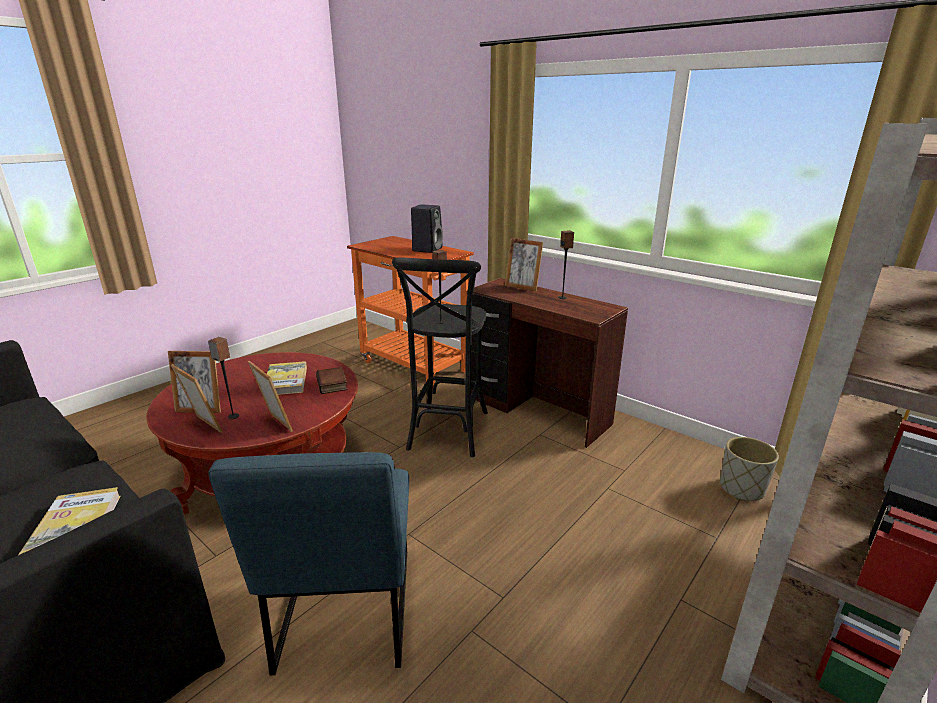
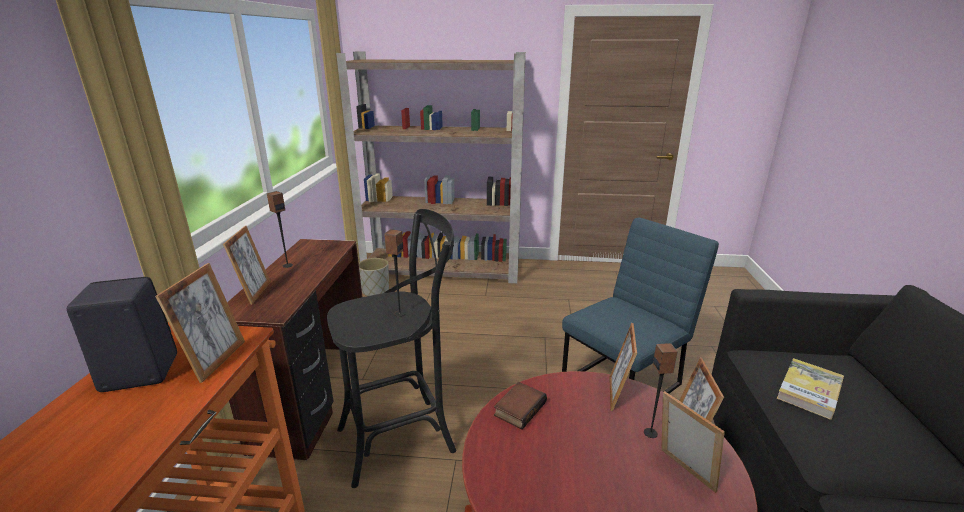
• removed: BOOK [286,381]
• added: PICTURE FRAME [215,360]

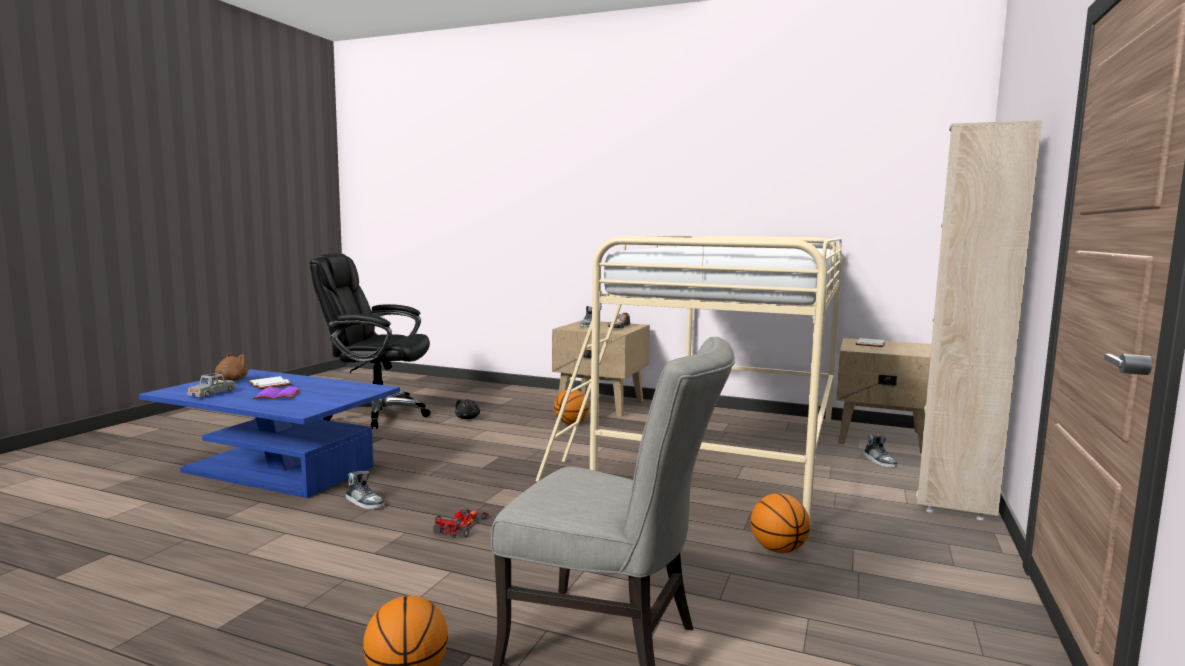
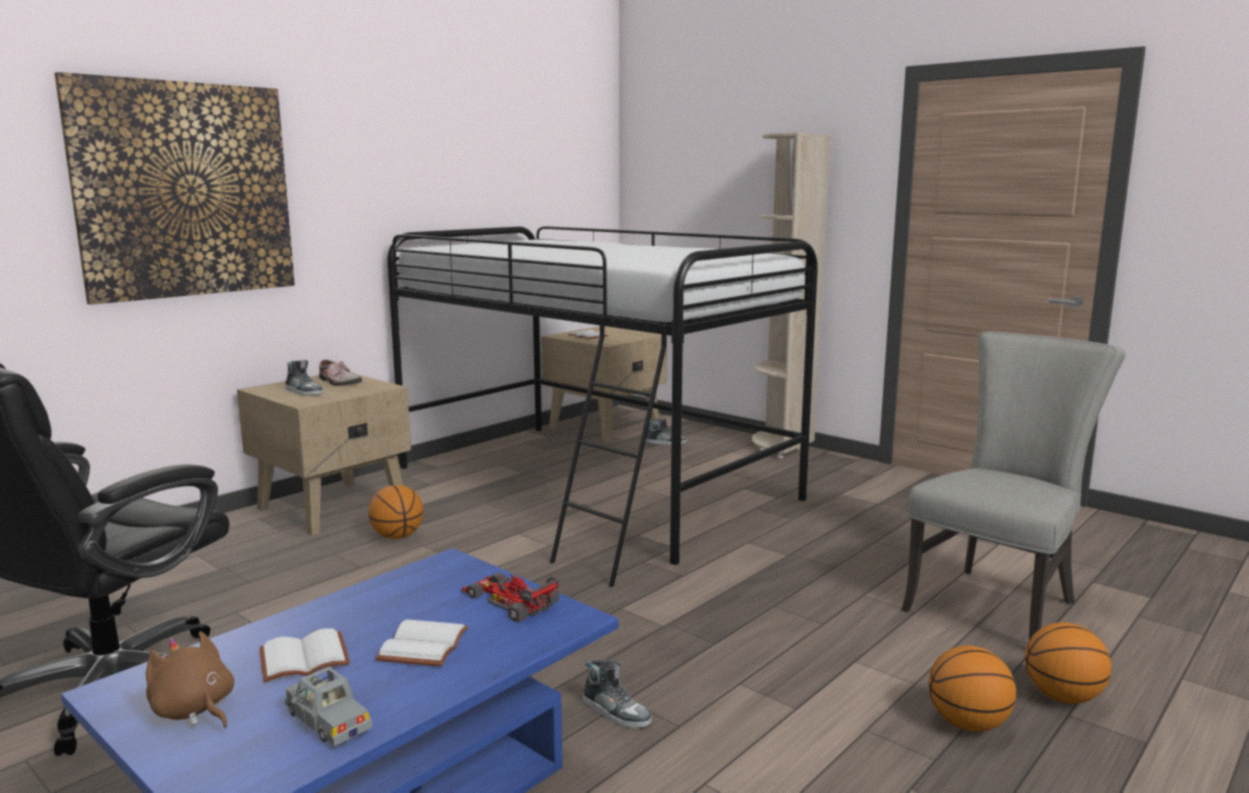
• recoloured: PURPLE BOOK [276,396] to WHITE BOOK [425,646]
• turned: SHOE [364,502] = [616,712] 75 degrees clockwise
• moved: TOY CAR [462,525] to [509,600]
• removed: BLACK PLUSH TOY [467,418]
• recoloured: BEIGE BED [725,452] to BLACK BED [593,485]
• moved: BASKETBALL [778,550] to [968,724]
• added: PICTURE [185,190]

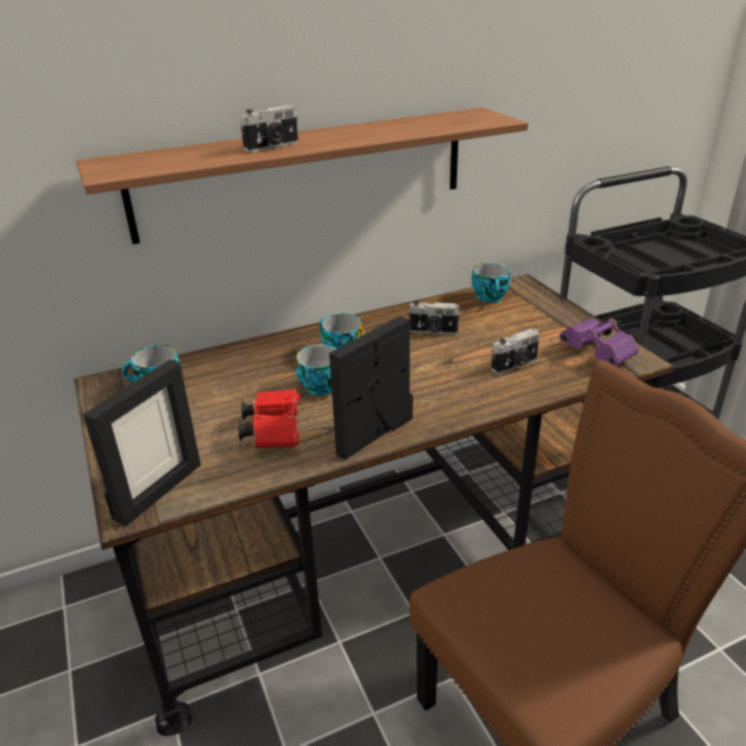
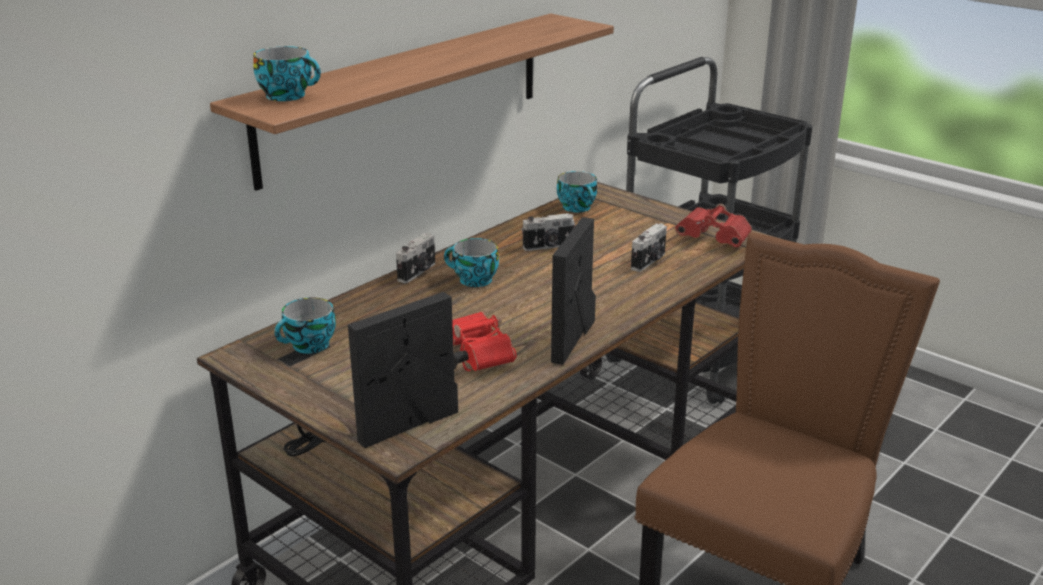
• turned: PICTURE FRAME [158,491] = [409,426] 135 degrees counterclockwise
• moved: PHOTO CAMERA [272,147] to [418,272]
• moved: CUP [323,387] to [289,95]
• recoloured: PURPLE BINOCULARS [600,354] to RED BINOCULARS [716,239]

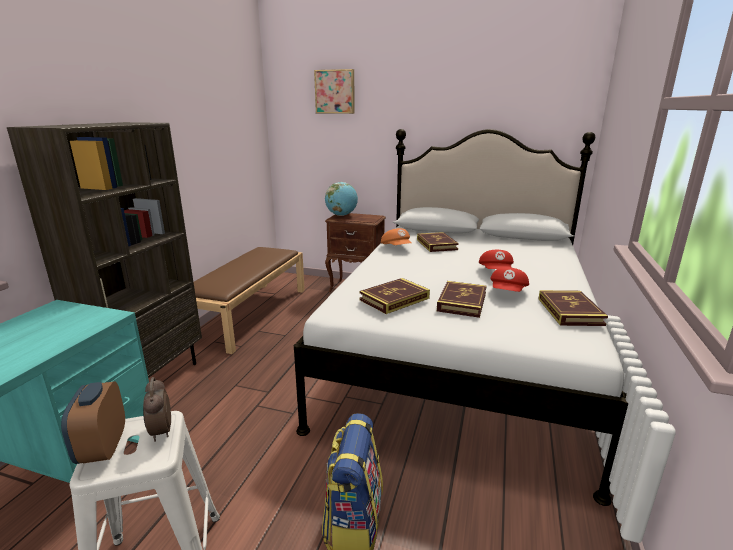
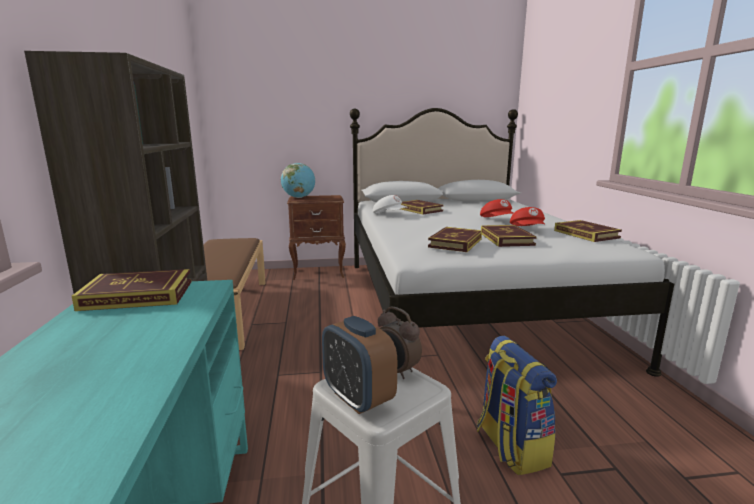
• removed: PICTURE [335,92]
• recoloured: ORANGE CAP [397,247] to WHITE CAP [389,214]
• added: BOOK [137,295]

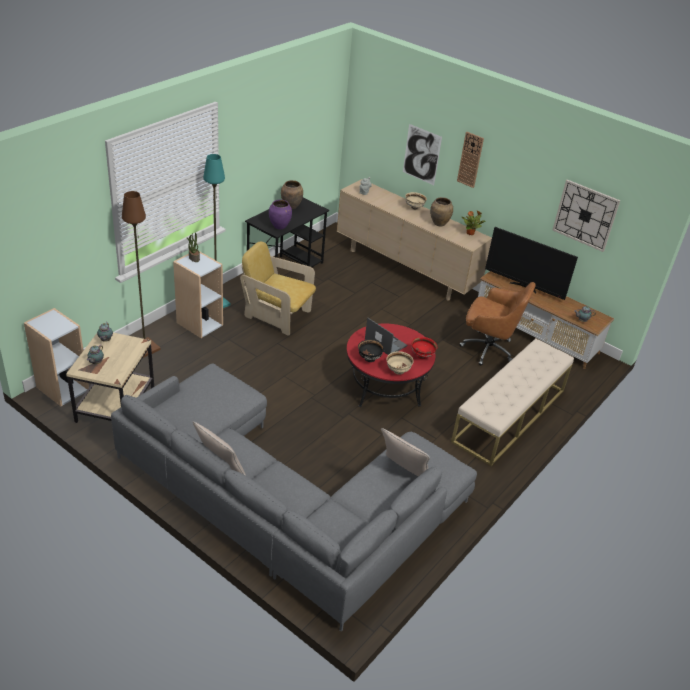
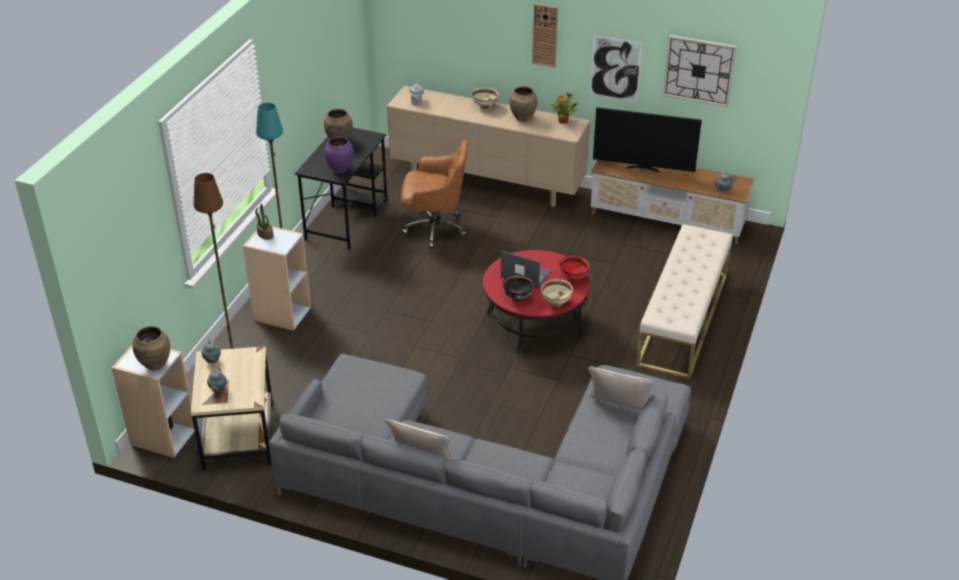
• removed: YELLOW ARMCHAIR [277,316]
• moved: PICTURE [421,154] to [615,68]
• moved: BROWN OFFICE CHAIR [488,349] to [435,229]
• added: BROWN VASE [156,365]

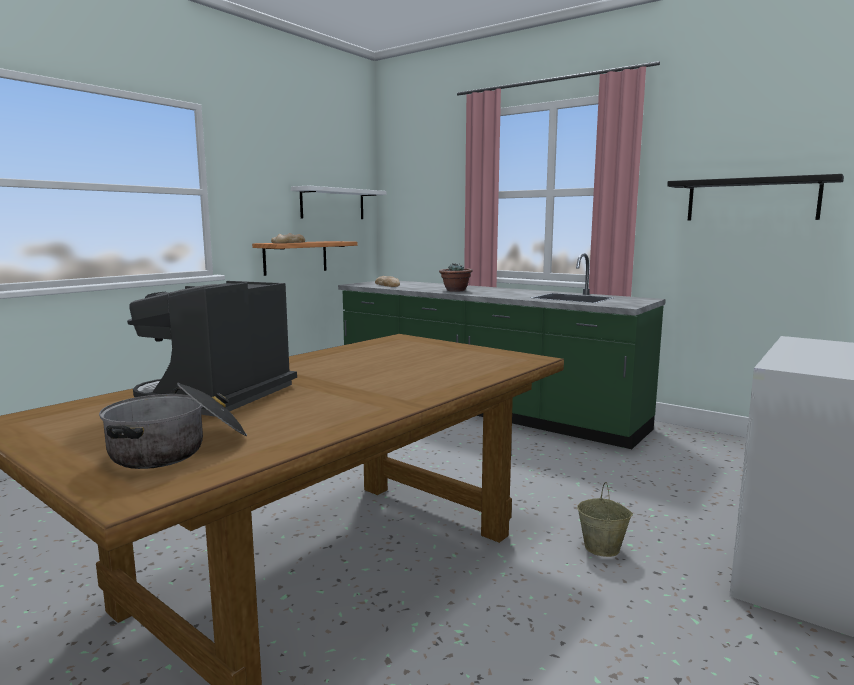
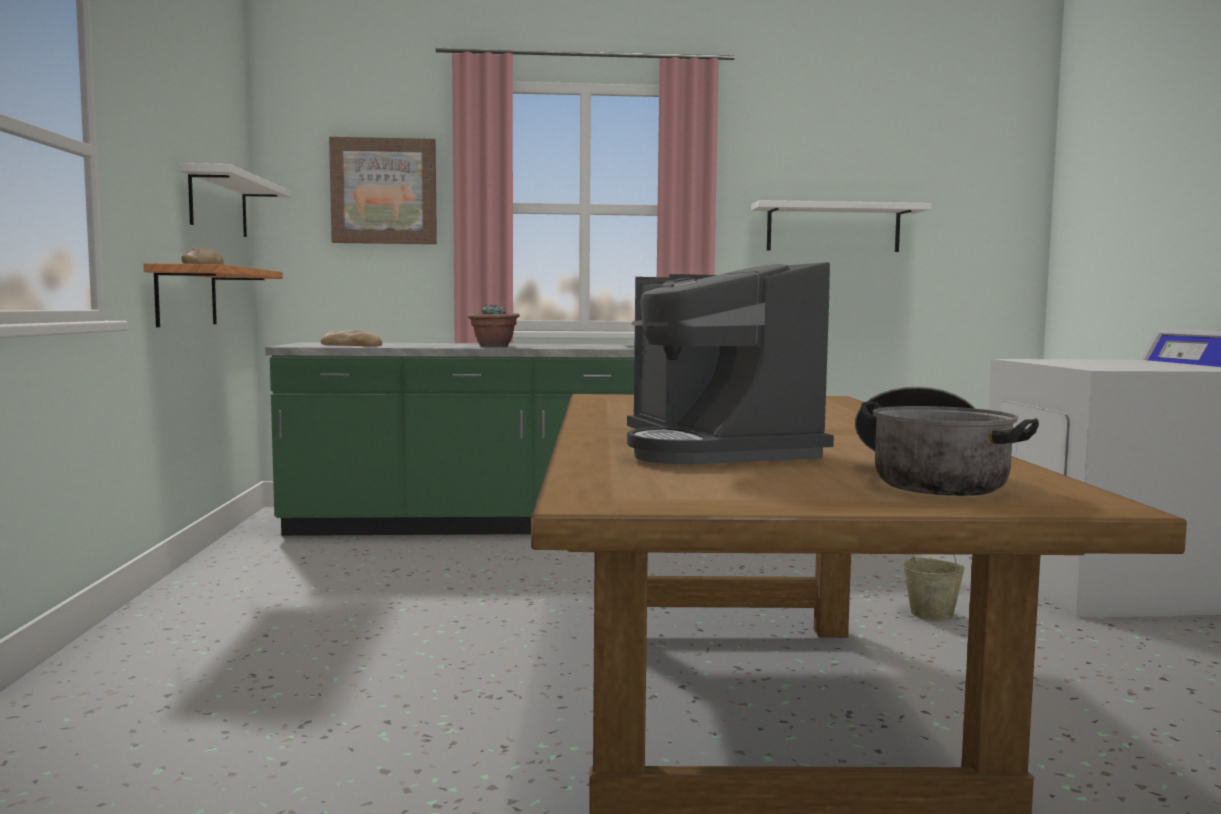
• recoloured: BLACK SHELF [751,200] to WHITE SHELF [833,228]
• added: PICTURE [384,191]

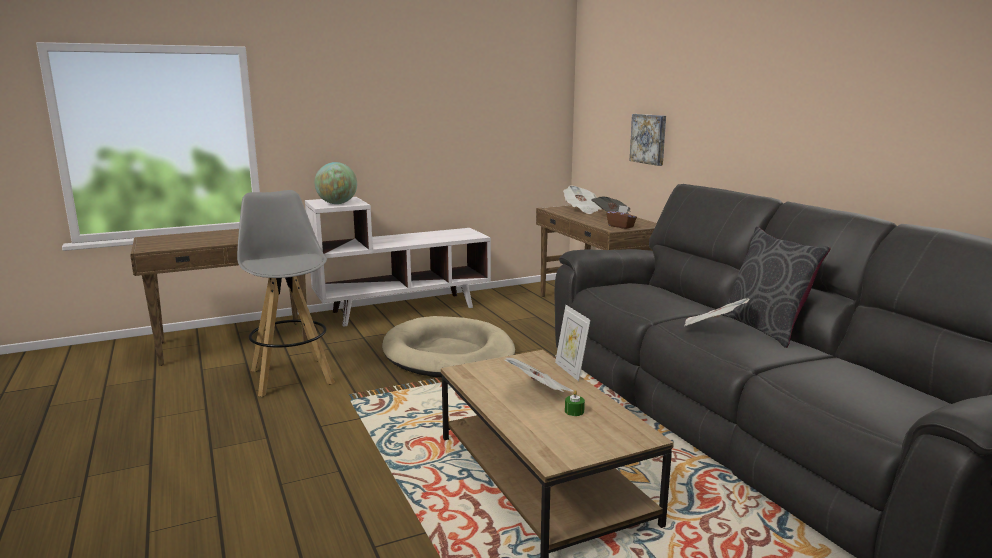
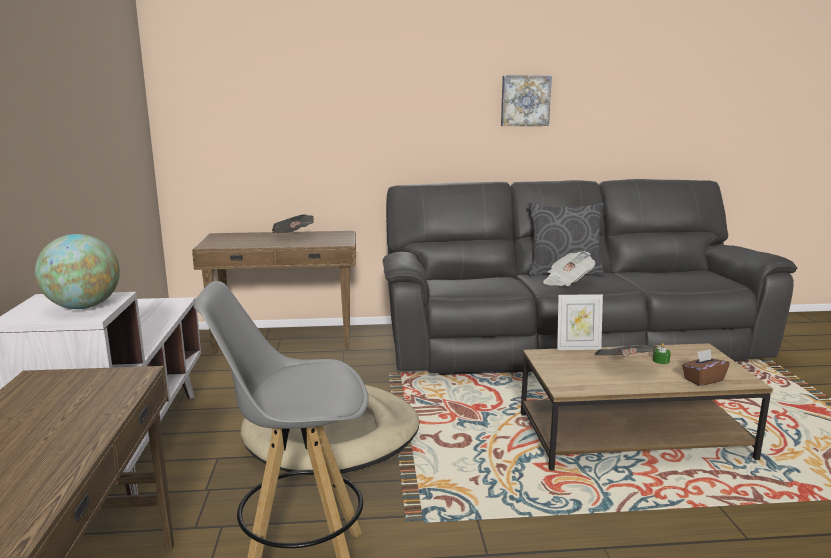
• removed: NEWSPAPER [582,210]
• moved: BROWN TISSUE BOX [621,226] to [703,380]
• moved: PICTURE [649,139] to [525,101]

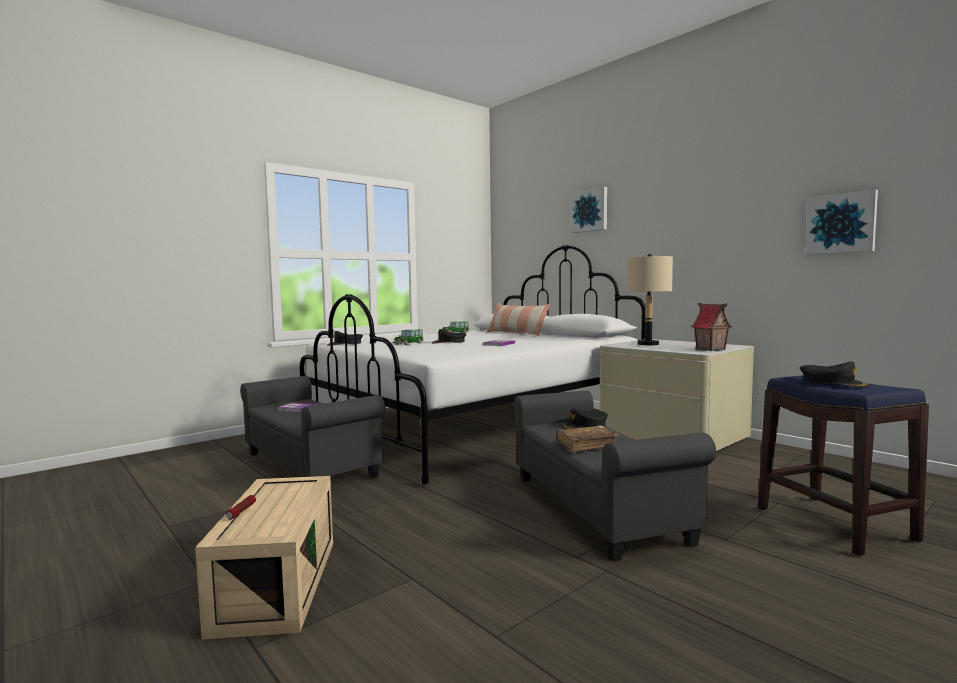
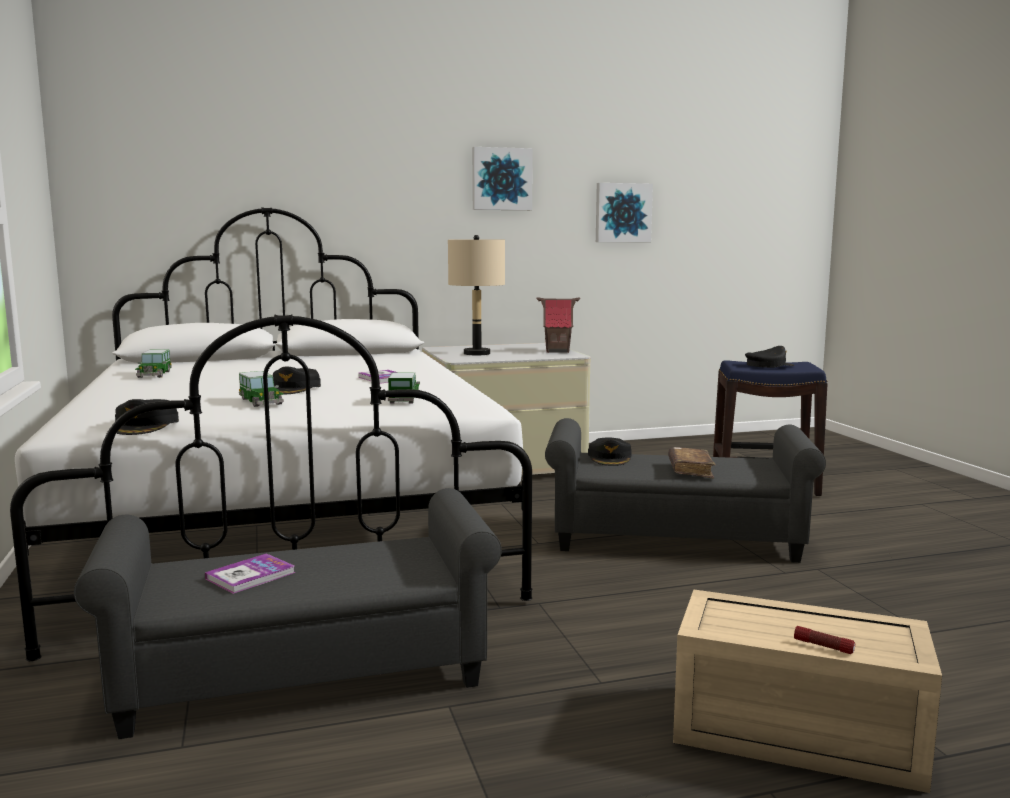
• removed: PILLOW [516,333]
• moved: PICTURE [590,210] to [501,179]
• added: TOY CAR [403,399]

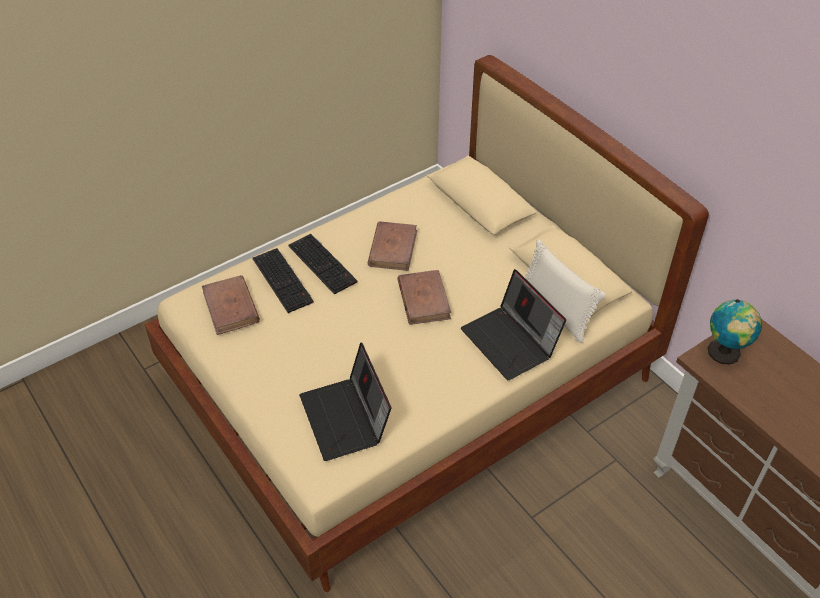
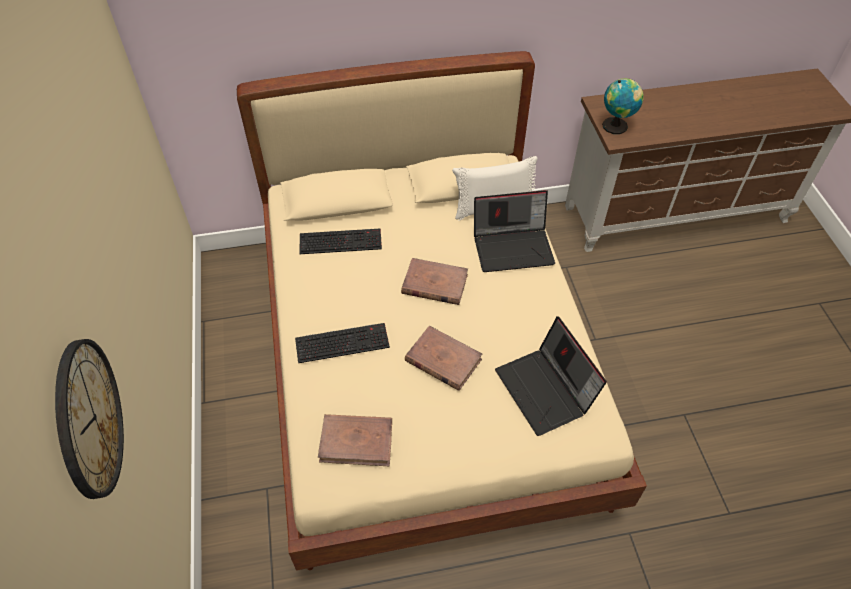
• moved: KEYBOARD [284,280] to [341,241]
• turned: LAPTOP [346,419] = [546,391] 60 degrees clockwise
• moved: BROWN BOOK [393,248] to [443,360]
• added: WALL CLOCK [88,418]

